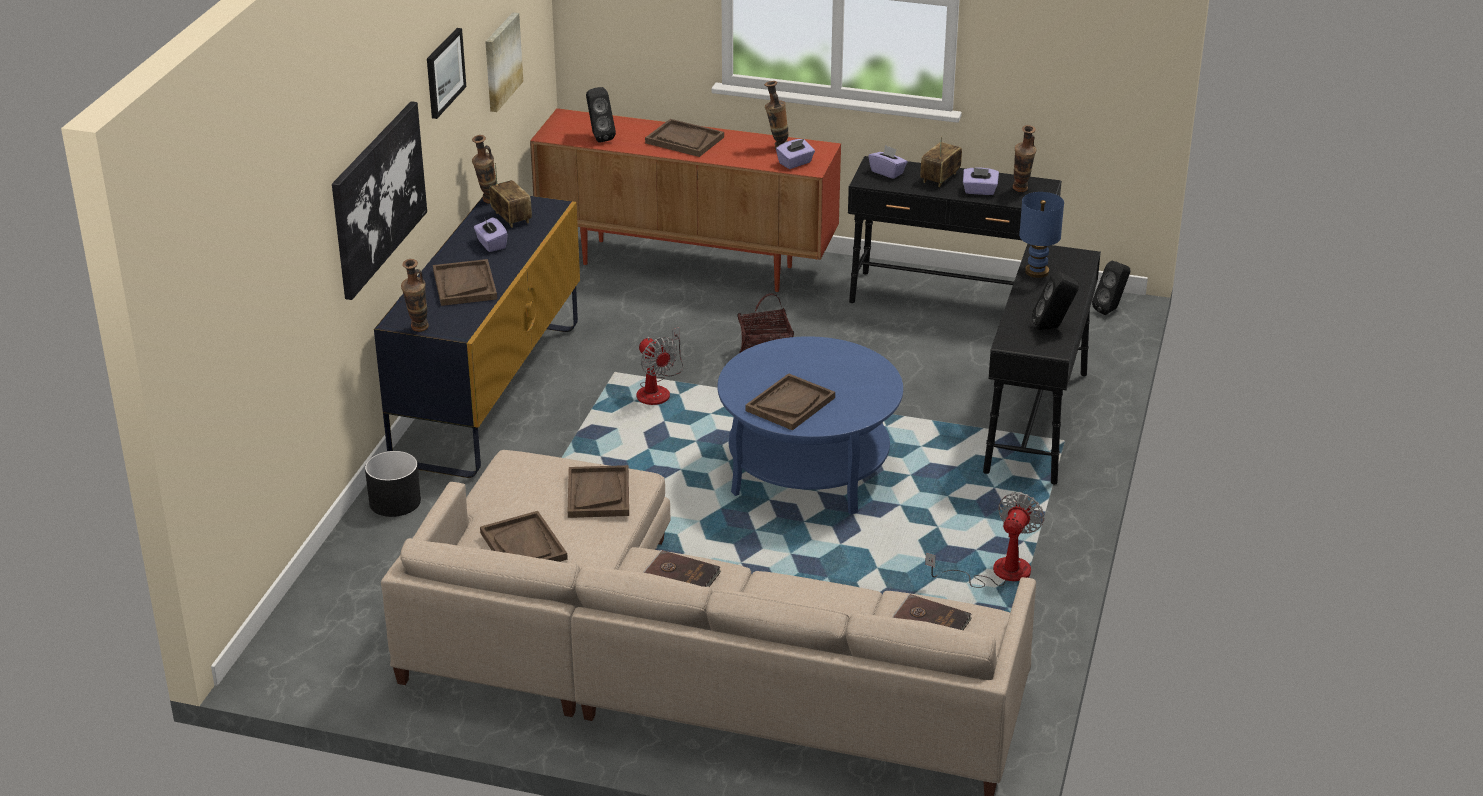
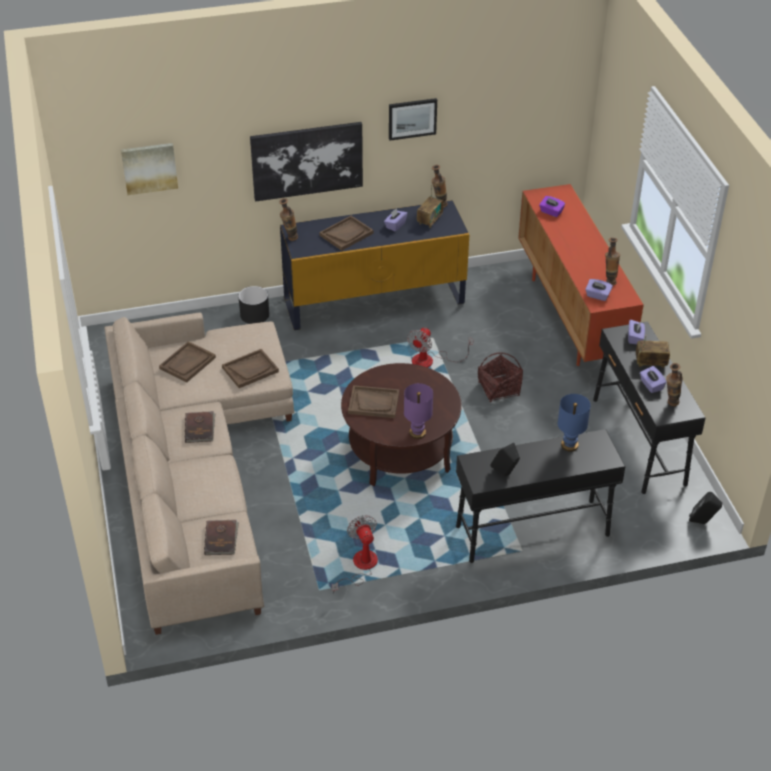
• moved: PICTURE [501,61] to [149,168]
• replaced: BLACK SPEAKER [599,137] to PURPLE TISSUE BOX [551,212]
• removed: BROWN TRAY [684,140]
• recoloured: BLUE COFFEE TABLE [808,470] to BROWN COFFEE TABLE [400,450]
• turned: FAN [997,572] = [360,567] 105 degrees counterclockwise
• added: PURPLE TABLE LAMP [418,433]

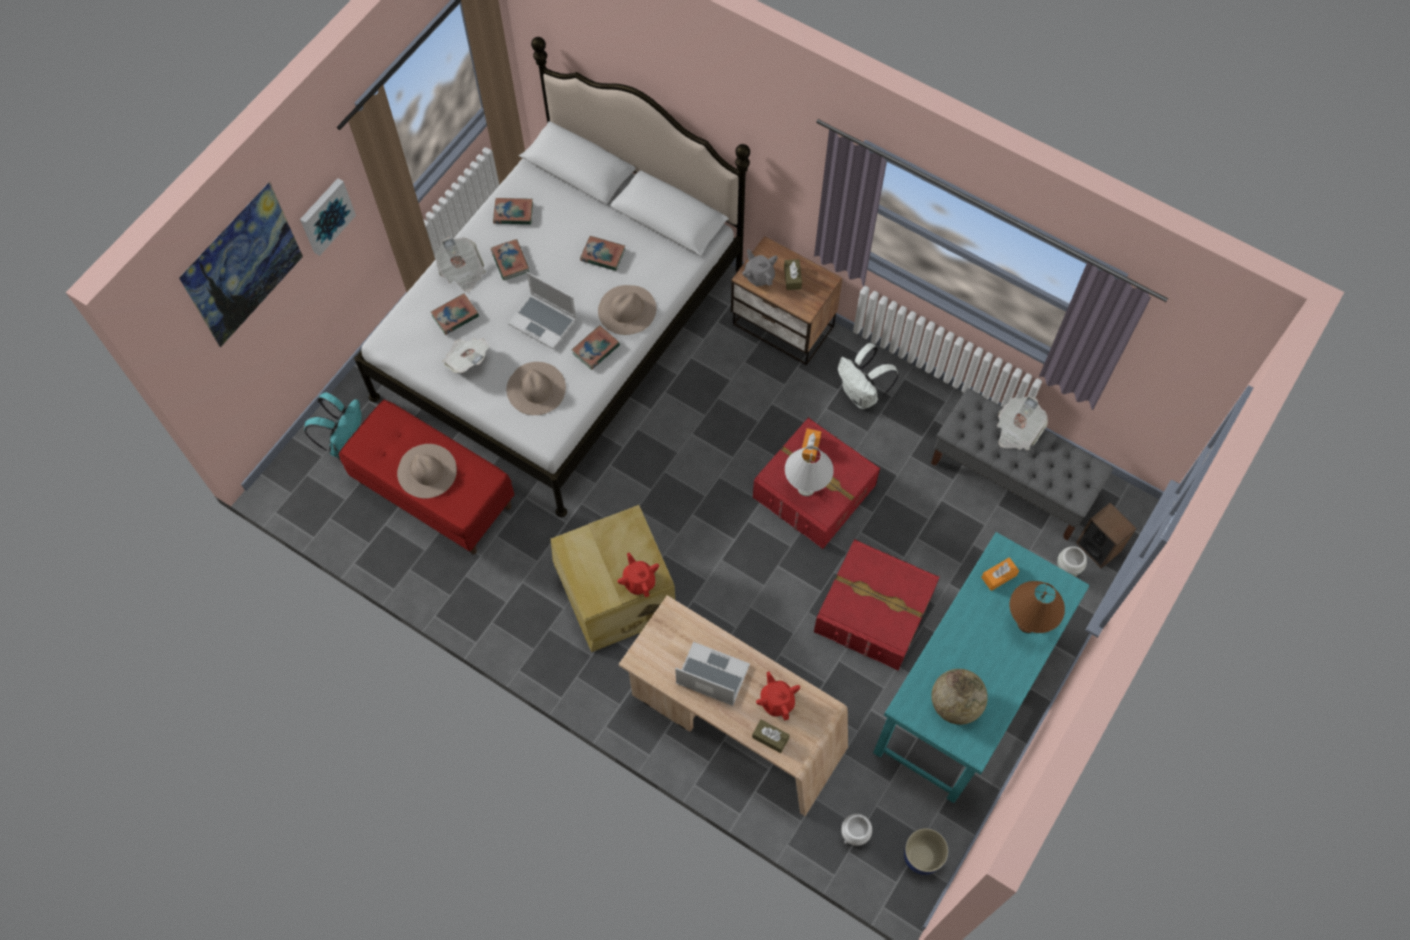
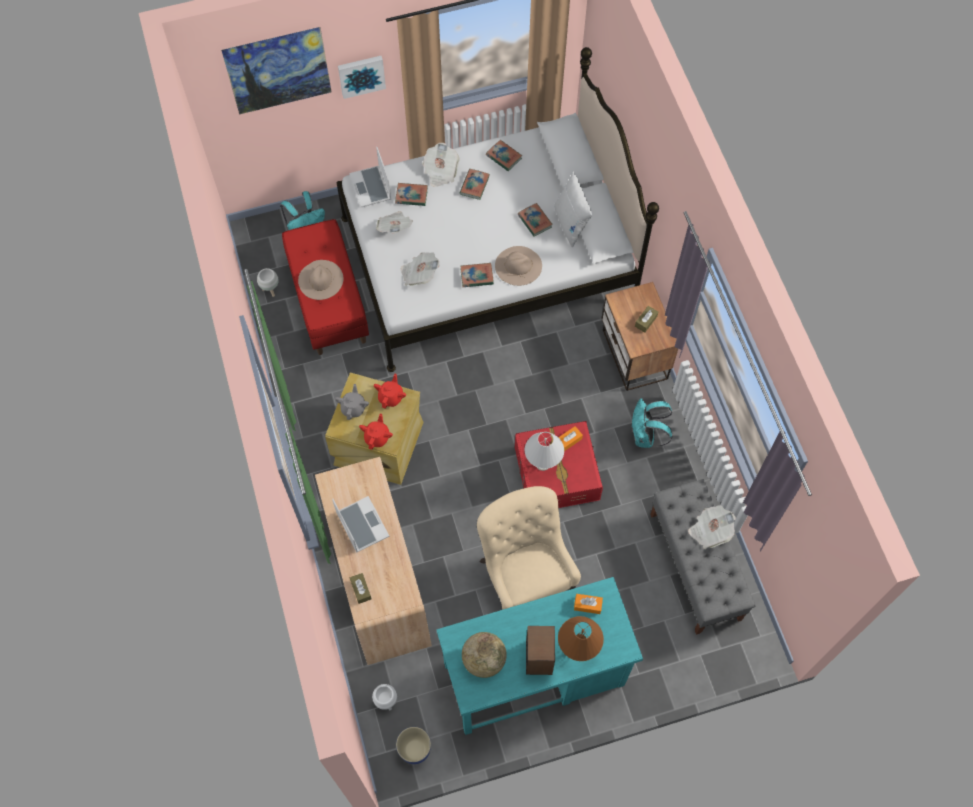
• replaced: BEIGE HAT [536,388] to NEWSPAPER [419,274]
• moved: LAPTOP [544,322] to [371,187]
• moved: GREY TEAPOT [759,276] to [353,408]
• moved: RED TEAPOT [777,701] to [391,397]
• replaced: RED STORAGE BOX [873,612] to BEIGE CHAIR [524,577]
• recoloured: WHITE BACKPACK [862,394] to TURQUOISE BACKPACK [645,436]
• moved: WHITE PLANTER [1065,571] to [270,290]
• moved: SPEAKER [1098,547] to [539,657]
• added: GREY PILLOW [570,224]

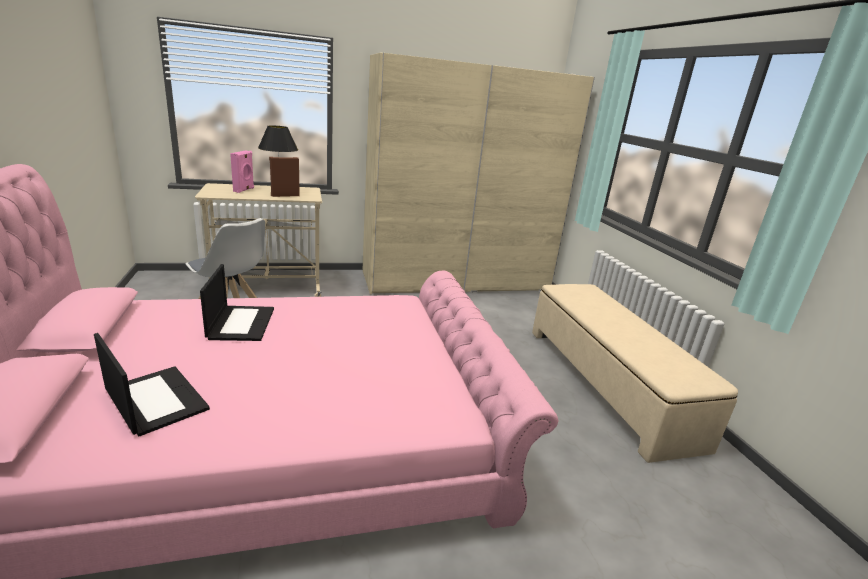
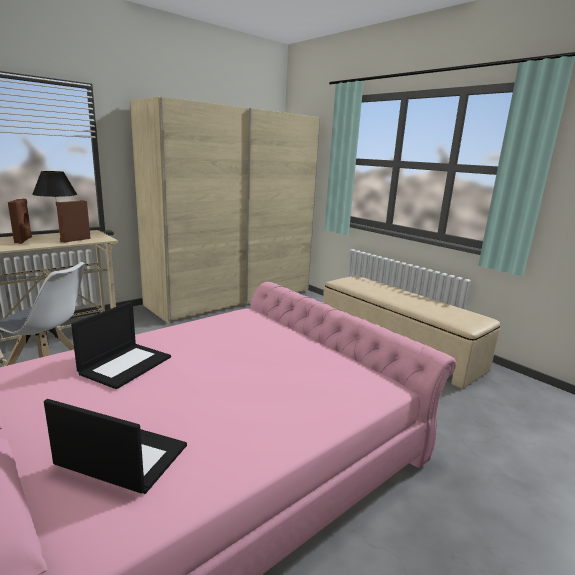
• turned: LAPTOP [241,323] = [126,364] 60 degrees clockwise
• recoloured: PINK SPEAKER [244,190] to BROWN SPEAKER [24,240]

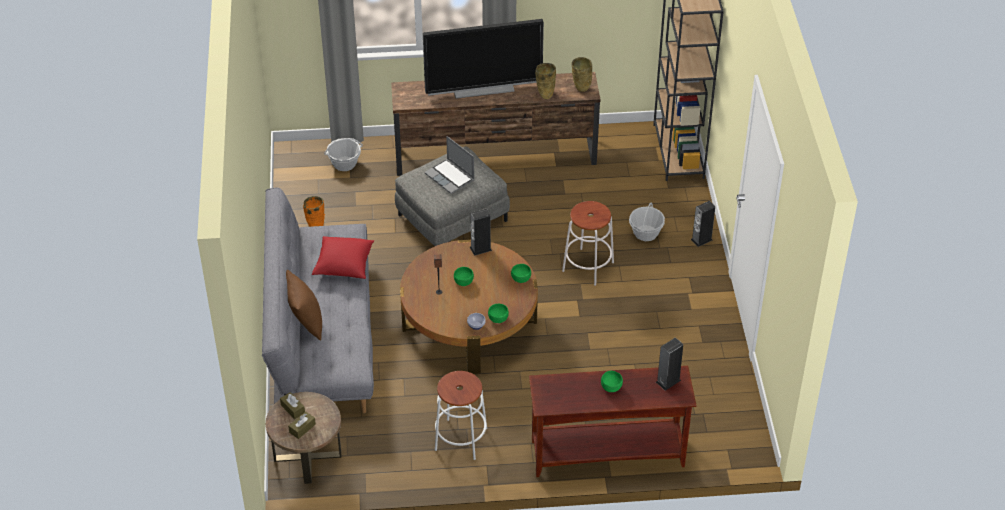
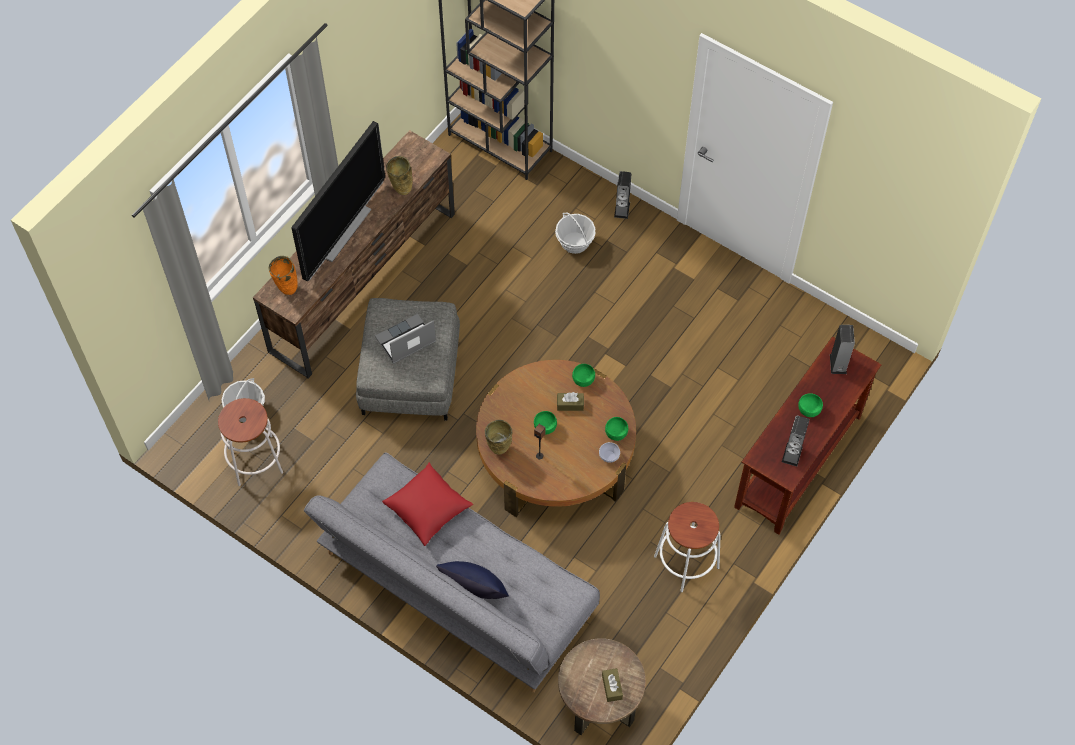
• moved: BROWN TISSUE BOX [293,409] to [570,404]
• recoloured: BROWN PILLOW [306,323] to BLUE PILLOW [474,593]
• moved: ORANGE VASE [316,227] to [287,289]
• turned: LAPTOP [450,177] = [405,341] 150 degrees clockwise
• moved: SPEAKER [480,248] to [792,454]
• moved: WHITE STOOL [588,266] to [255,460]
• moved: BEIGE VASE [580,89] to [499,450]

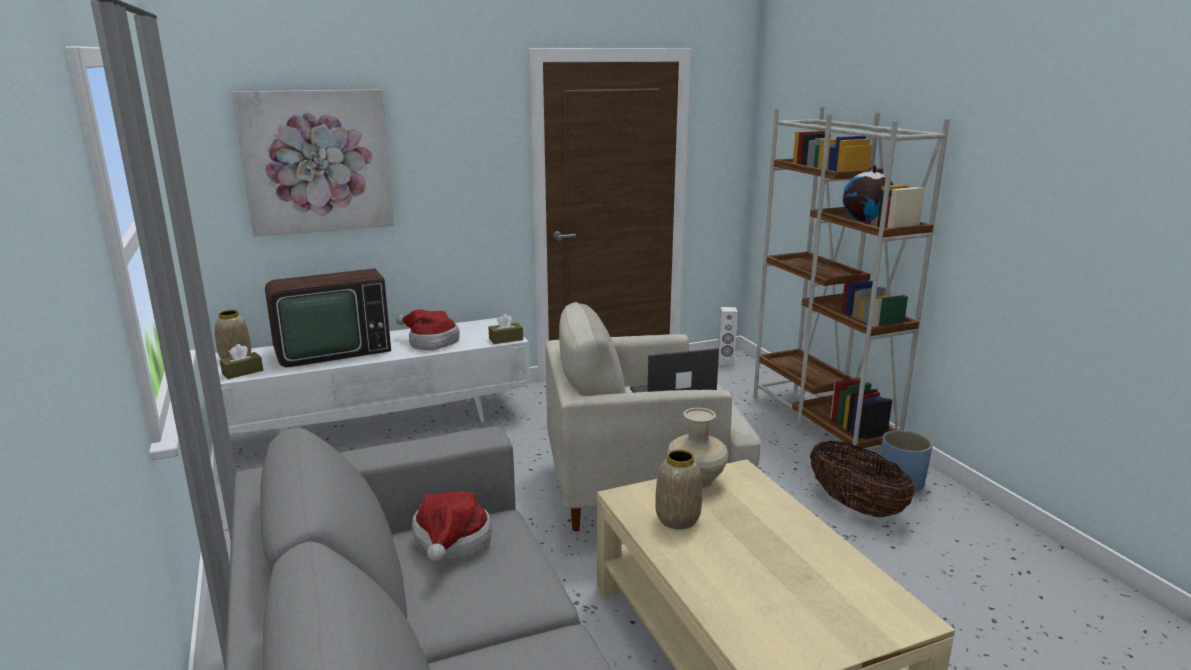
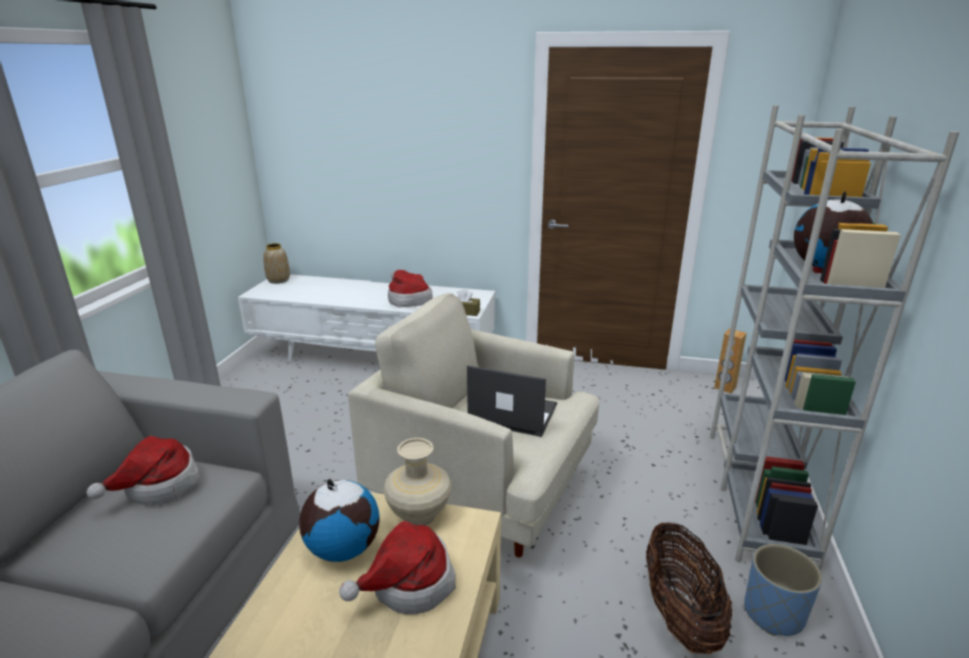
• removed: BROWN TISSUE BOX [242,372]
• removed: PICTURE [317,162]
• removed: TELEVISION [330,350]
• replaced: VASE [677,519] to GLOBE [343,548]
• recoloured: WHITE SPEAKER [725,362] to BROWN SPEAKER [725,388]
• recoloured: BROWN BOOKCASE [821,423] to GREY BOOKCASE [756,495]
• added: HAT [408,584]

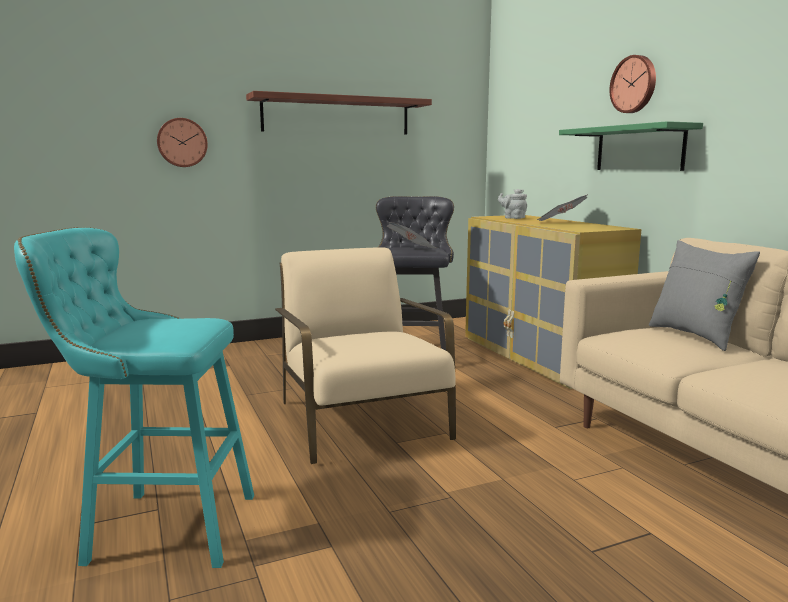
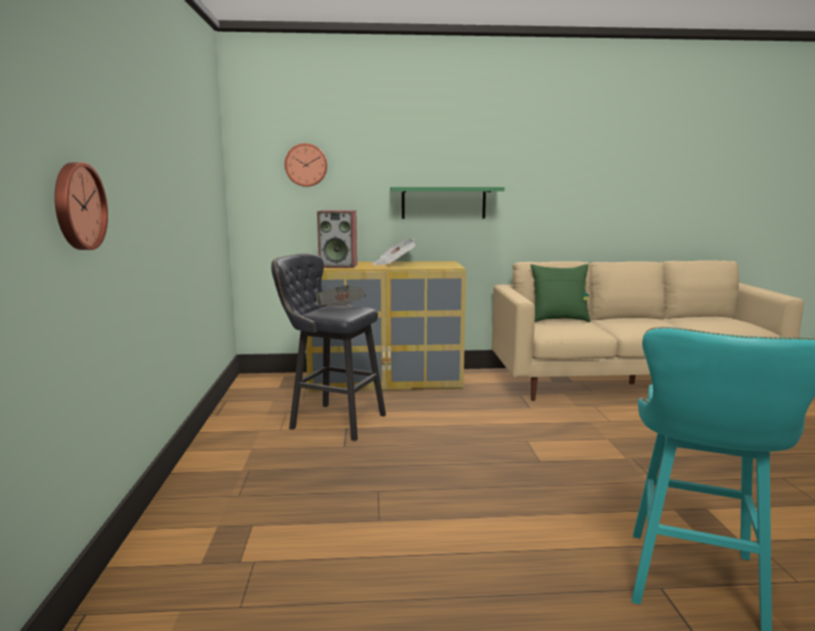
• removed: SHELF [337,115]
• removed: BEIGE ARMCHAIR [363,422]
• replaced: GREY TEAPOT [513,218] to SPEAKER [339,266]
• moved: WALL CLOCK [634,84] to [306,165]
• recoloured: GREY PILLOW [694,336] to GREEN PILLOW [558,320]

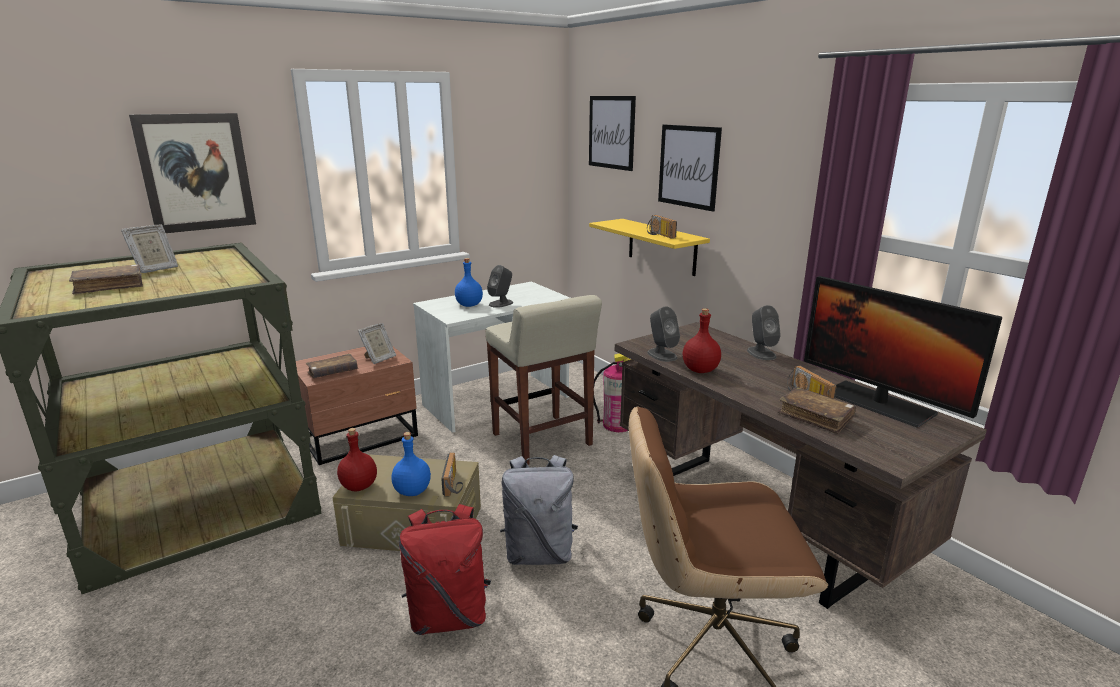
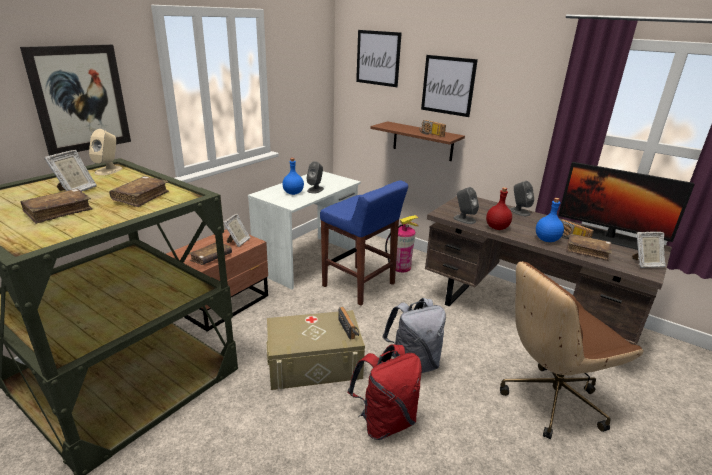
• removed: RED BOTTLE [359,487]
• moved: BLUE BOTTLE [413,491] to [546,239]
• recoloured: BEIGE STOOL [542,440] to BLUE STOOL [359,285]
• recoloured: YELLOW SHELF [662,246] to BROWN SHELF [422,141]
• added: BEIGE SPEAKER [109,170]
• added: BROWN BOOK [141,197]
• added: PICTURE FRAME [645,264]

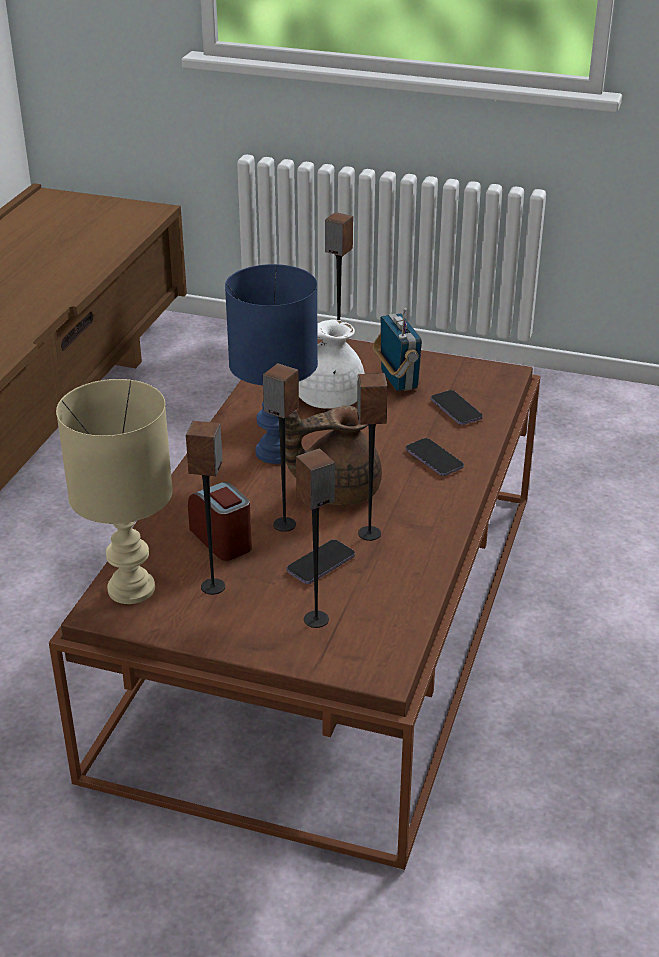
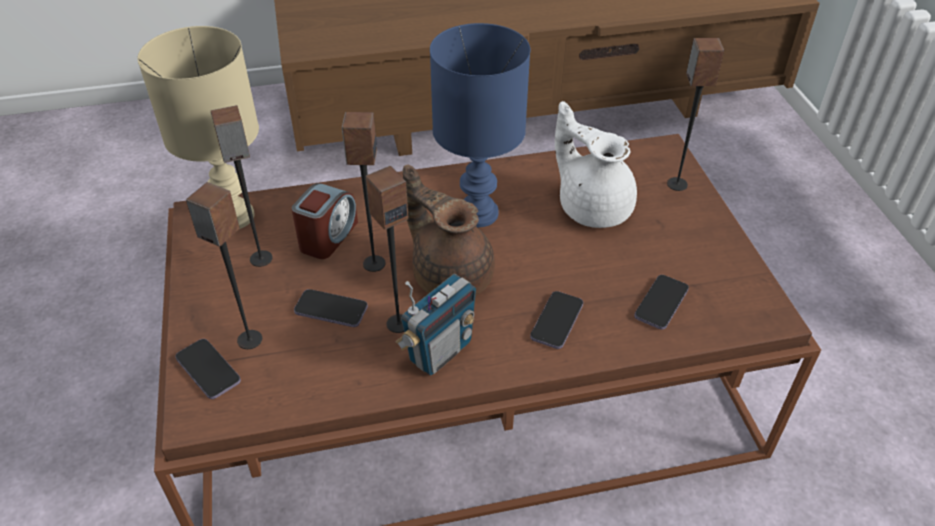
• moved: RADIO [397,380] to [439,351]
• added: PHONE [208,370]

